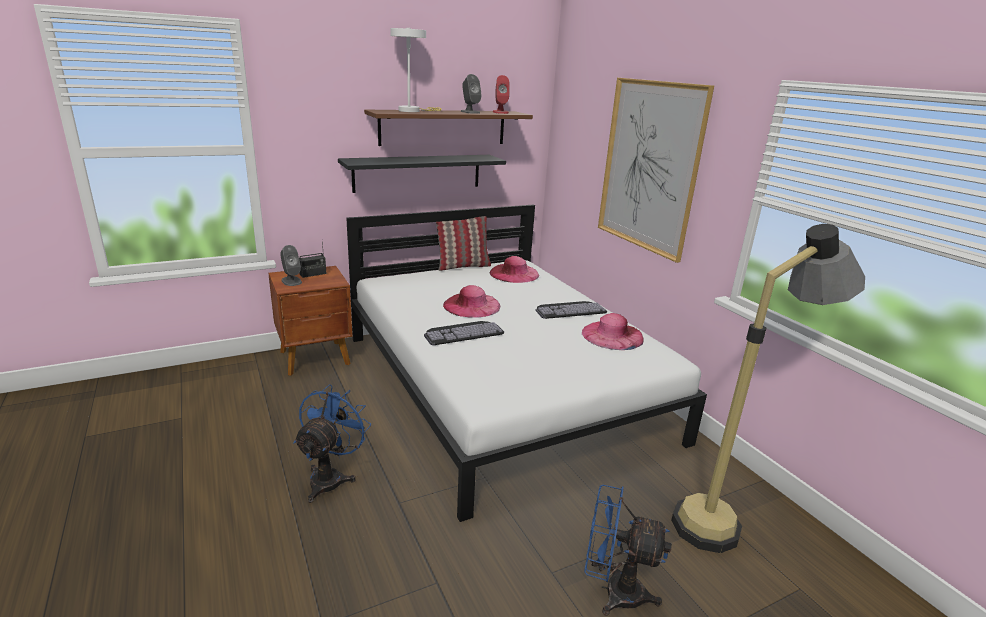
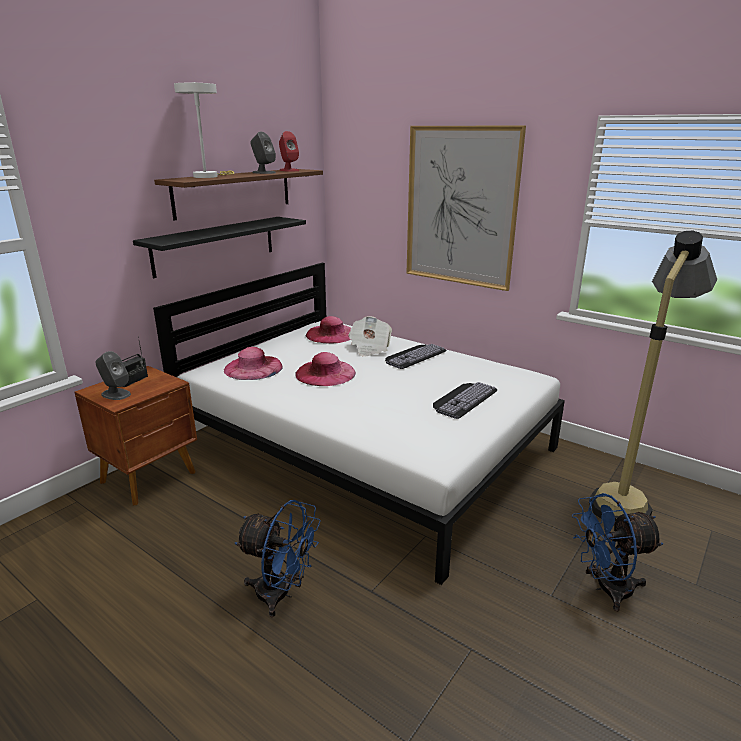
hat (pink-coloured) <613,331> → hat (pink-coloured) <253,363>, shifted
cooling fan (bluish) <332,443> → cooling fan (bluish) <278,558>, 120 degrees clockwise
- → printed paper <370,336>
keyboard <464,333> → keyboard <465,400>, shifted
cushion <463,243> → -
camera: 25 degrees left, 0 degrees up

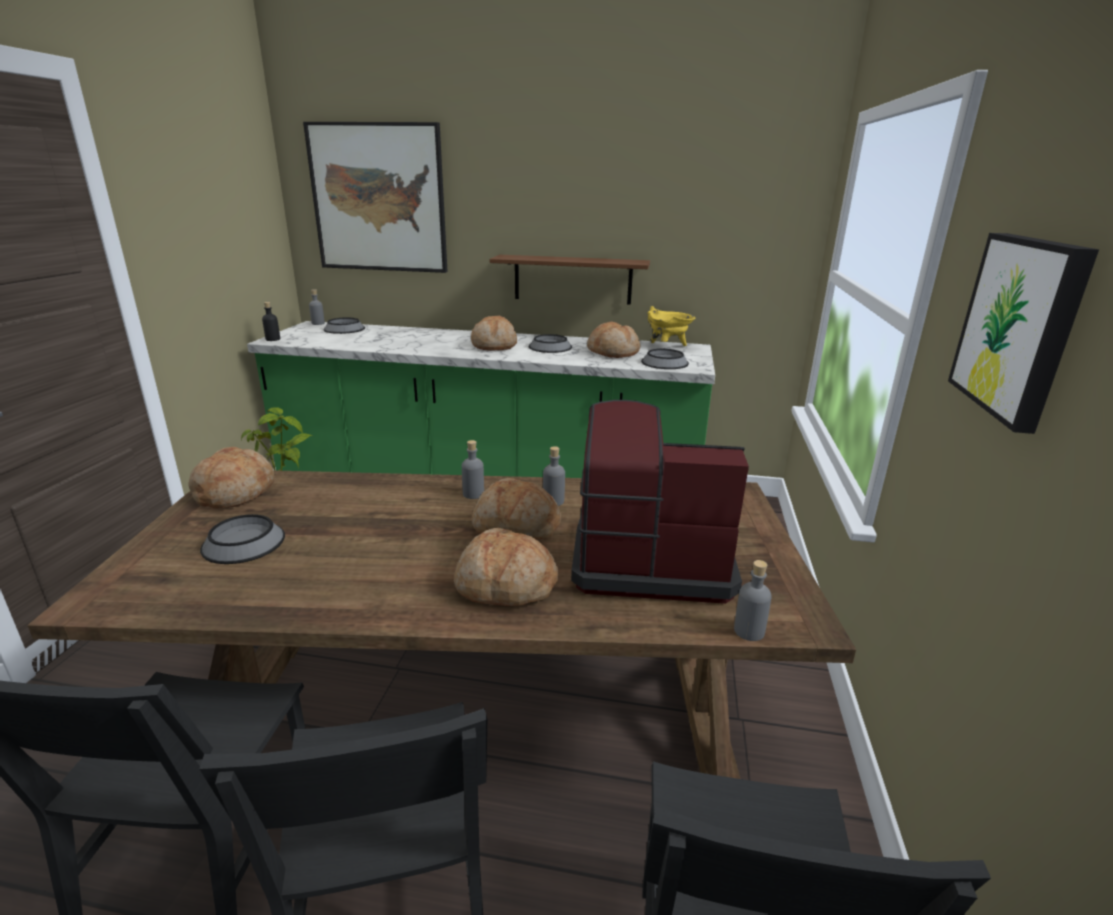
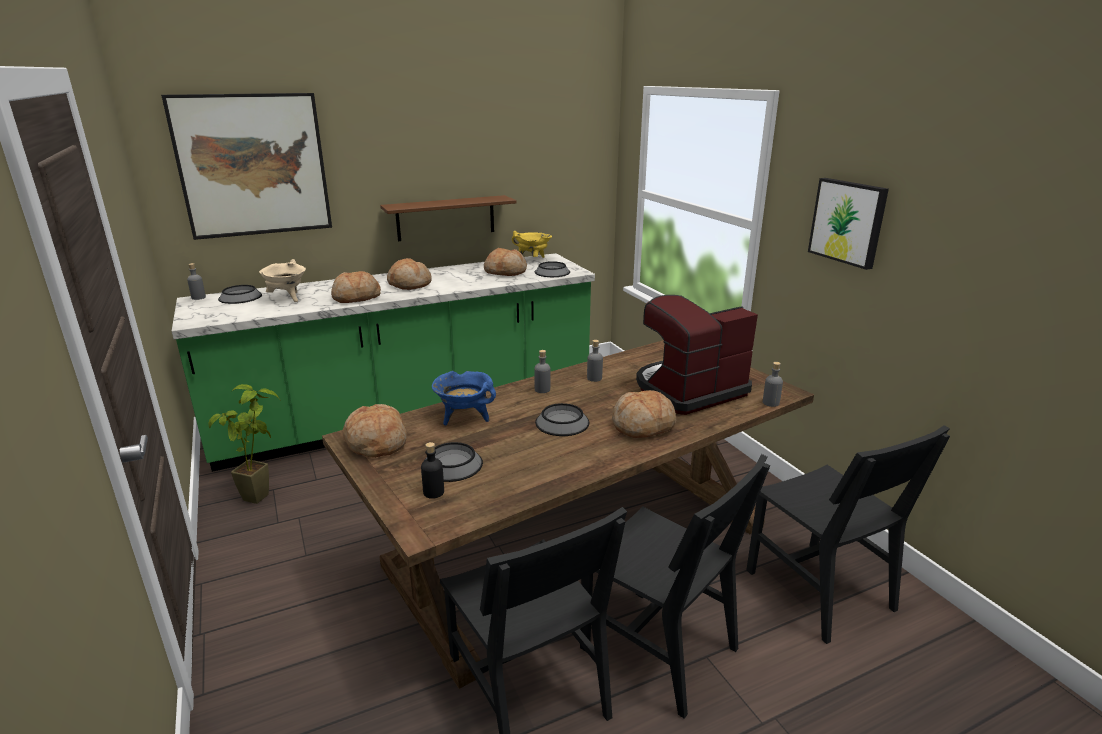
- → cooking pot (beige-coloured) <282,280>
baked bread <516,508> → baked bread <356,287>, shifted
drink bottle (black) <271,321> → drink bottle (black) <432,470>, shifted
- → cooking pot (bluish) <464,398>
serving bowl <550,343> → serving bowl <562,419>, shifted
camera: 35 degrees left, 0 degrees up

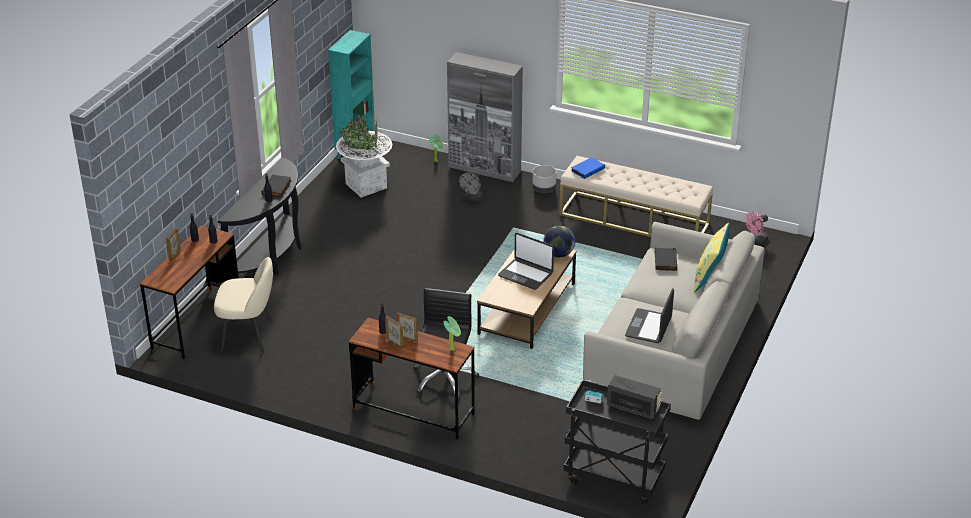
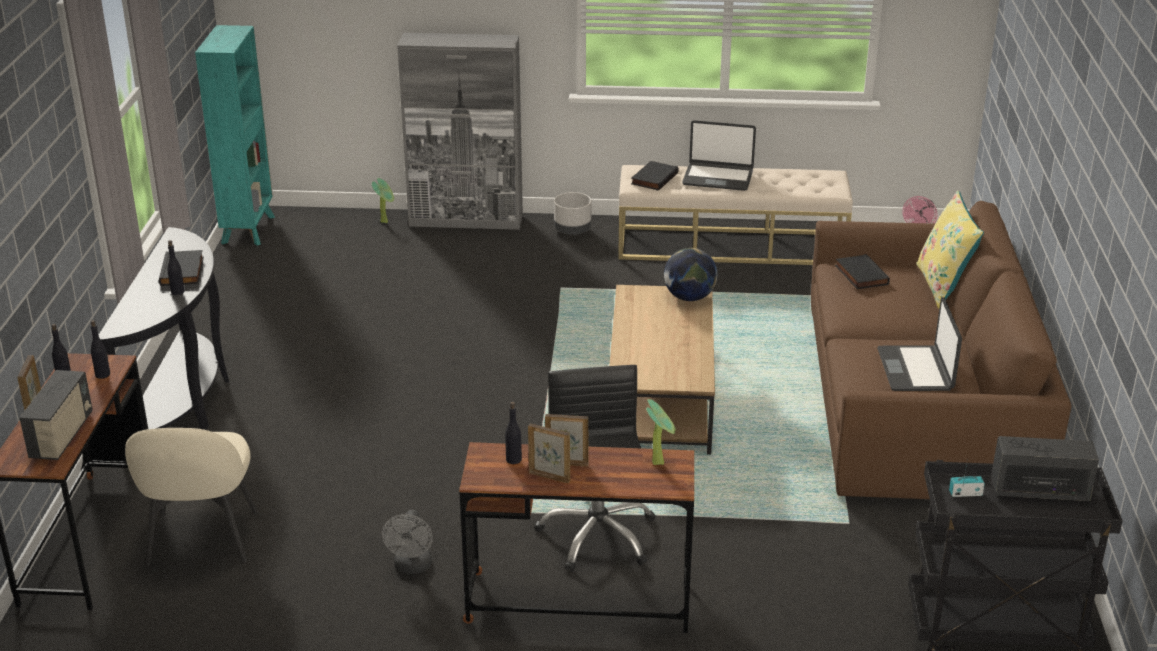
- → radio receiver <55,415>
upright chair (beige-coloured) <243,305> → upright chair (beige-coloured) <191,497>, 105 degrees clockwise
cooling fan (grey) <470,187> → cooling fan (grey) <407,542>, shifted
volume (bluish) <588,168> → volume (black) <655,176>
notebook computer <526,261> → notebook computer <719,155>, shifted
couch (grey) <674,321> → couch (brown-coloured) <941,350>
planter (white-coloured) <364,156> → -
camera: 20 degrees left, 5 degrees down

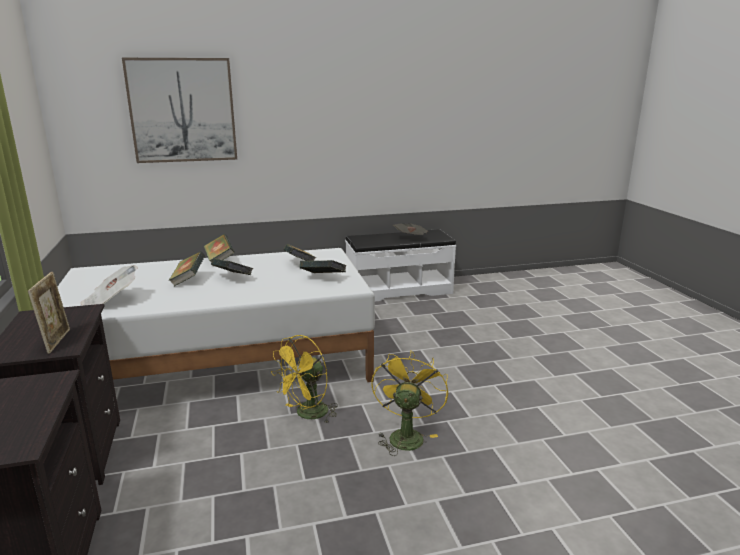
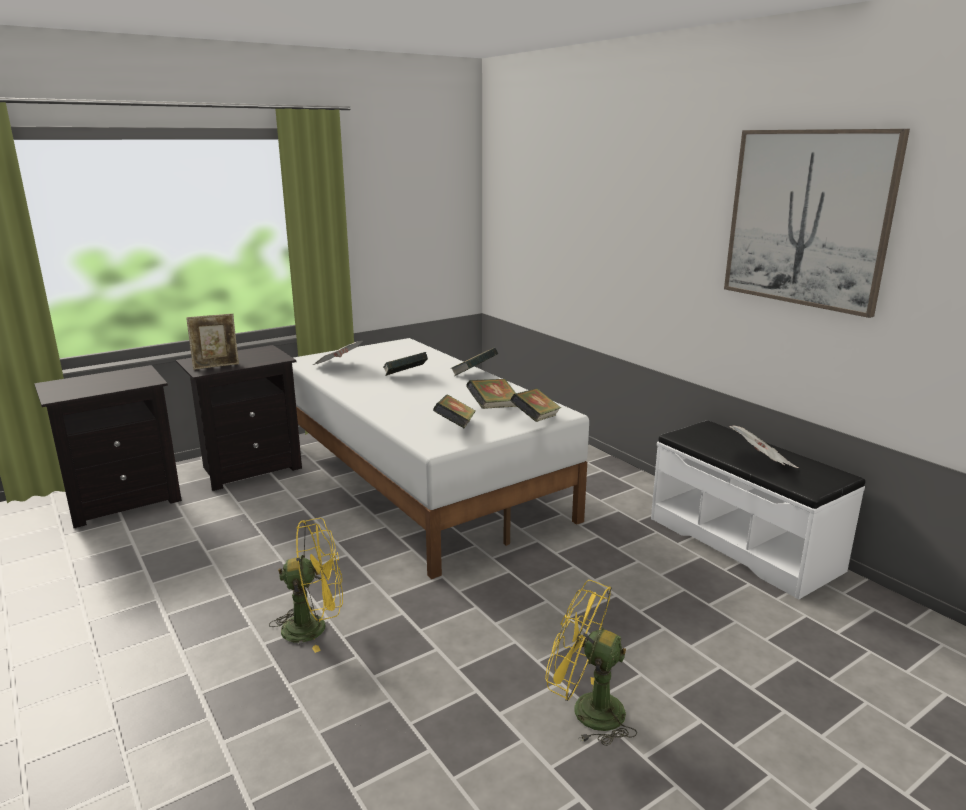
volume <232,266> → volume <535,405>, shifted
cooling fan (yellow) <304,379> → cooling fan (yellow) <591,663>, shifted
picture <179,110> → picture <817,223>, shifted
camera: 70 degrees right, 0 degrees up

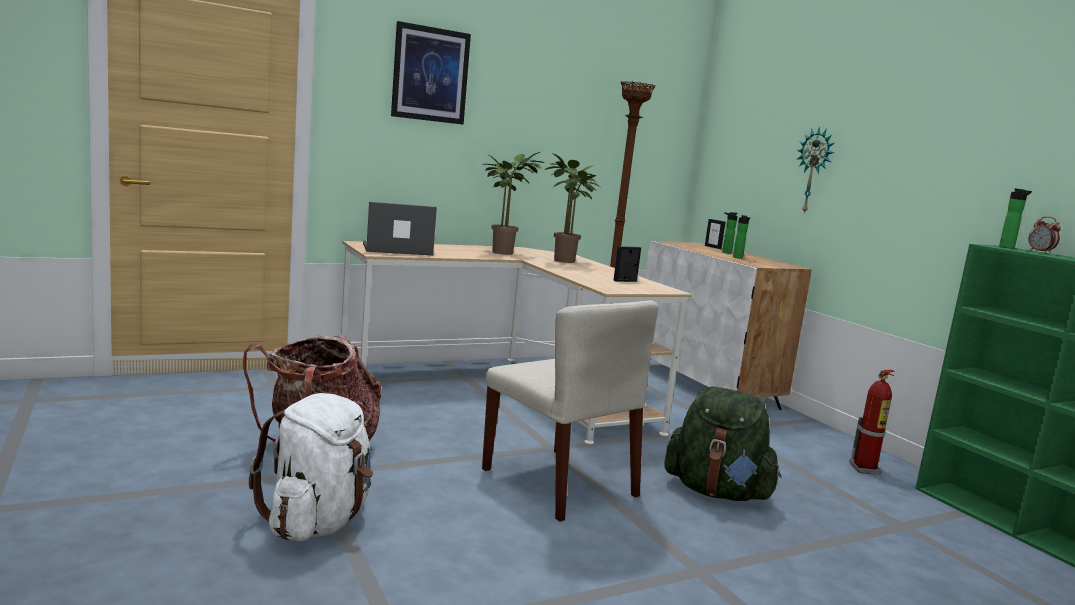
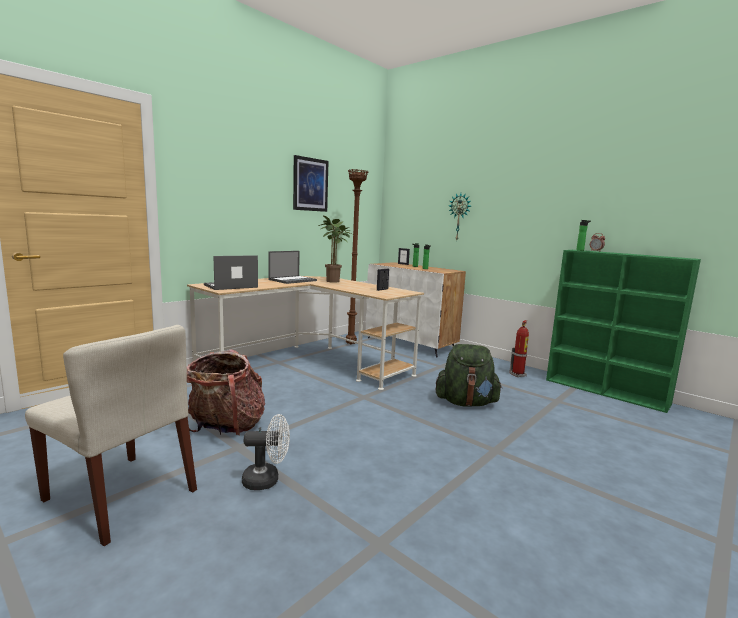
upright chair (beige-coloured) <570,411> → upright chair (beige-coloured) <111,435>, shifted
knapsack (white-coloured) <311,467> → cooling fan (white-coloured) <266,452>
plant in a pot <513,203> → notebook computer <292,267>
picture <431,73> → picture <310,183>, shifted
camera: 20 degrees left, 0 degrees up

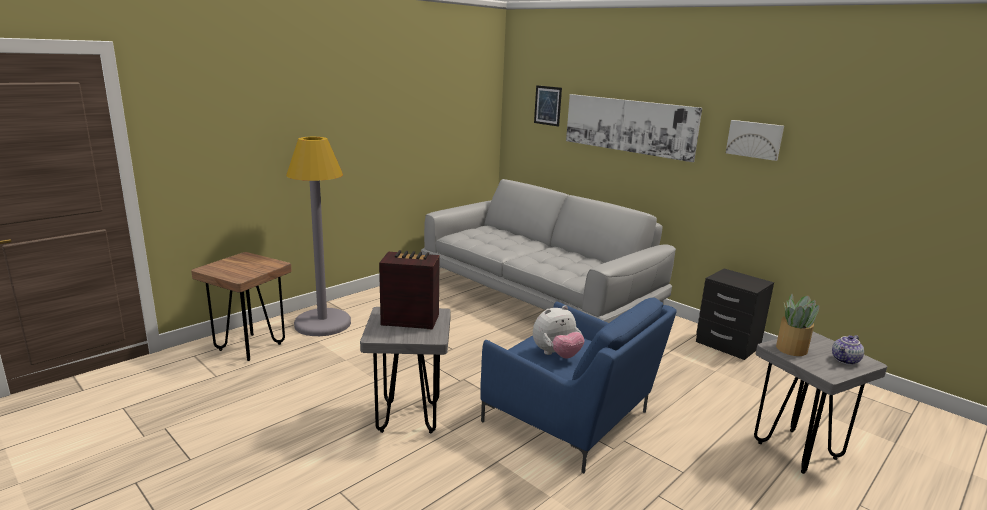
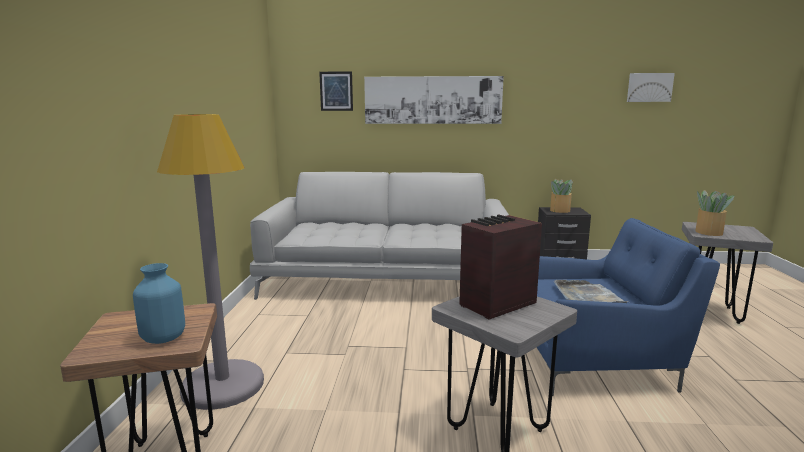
- → decorative vase (bluish) <159,303>
- → plant in a pot <561,196>
cuddly toy <558,332> → tray (grey) <590,291>
picture <755,140> → picture <651,87>, shifted
pot for tea <848,350> → -
camera: 40 degrees left, 5 degrees down

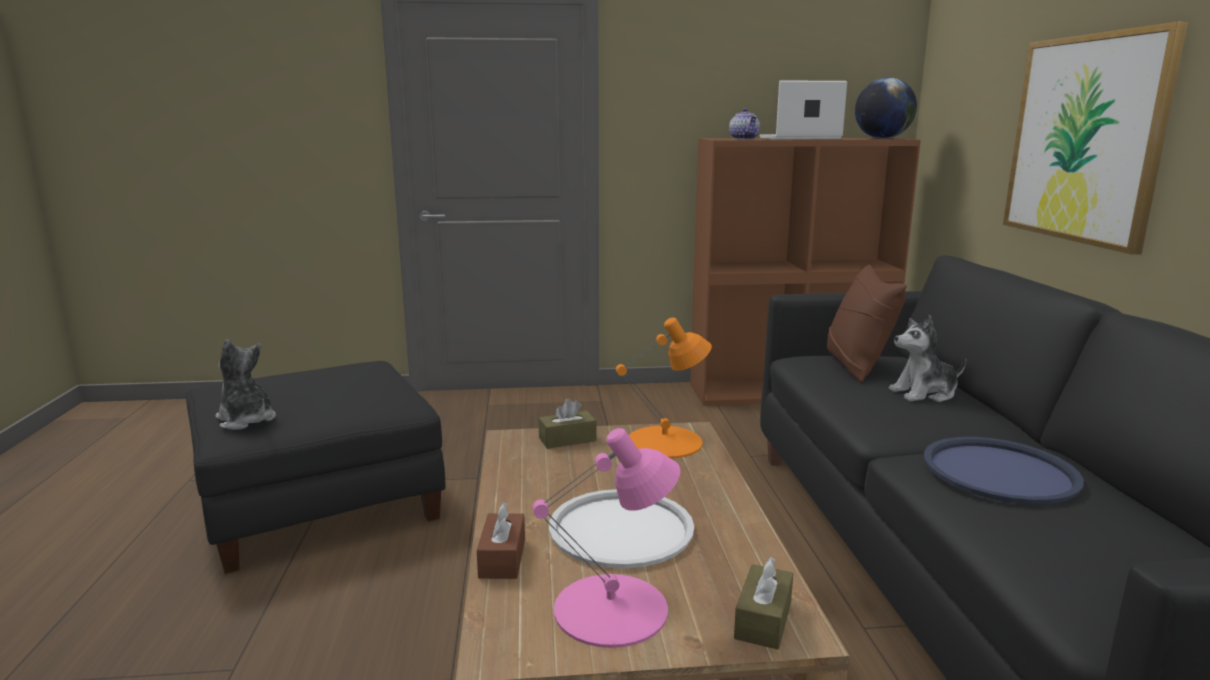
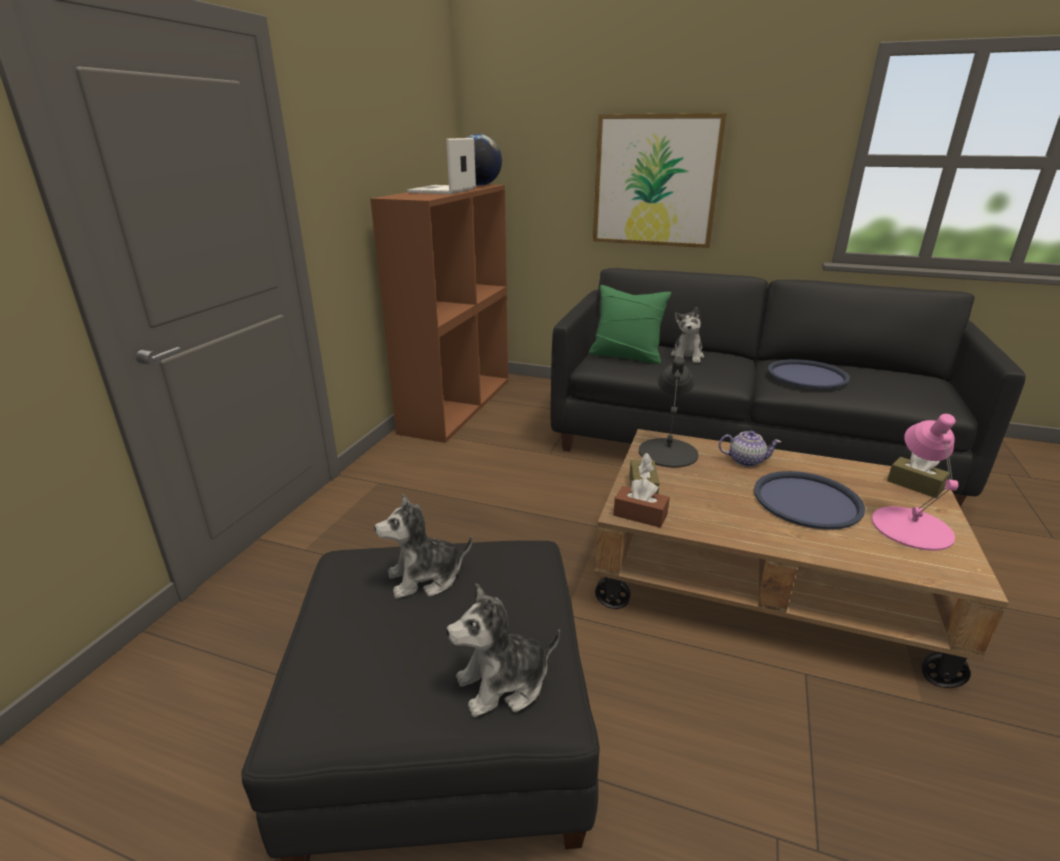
- → cuddly toy <423,546>
cushion (brown-coloured) <867,323> → cushion (green-coloured) <630,324>
tissue box (brown-coloured) <501,540> → tissue box (brown-coloured) <642,503>, shifted
lamp for a table (orangey) <664,387> → lamp for a table (black) <669,412>
pot for tea <744,123> → pot for tea <749,448>, shifted
tray (white-coloured) <621,528> → tray (bluish) <809,500>
camera: 65 degrees left, 10 degrees up

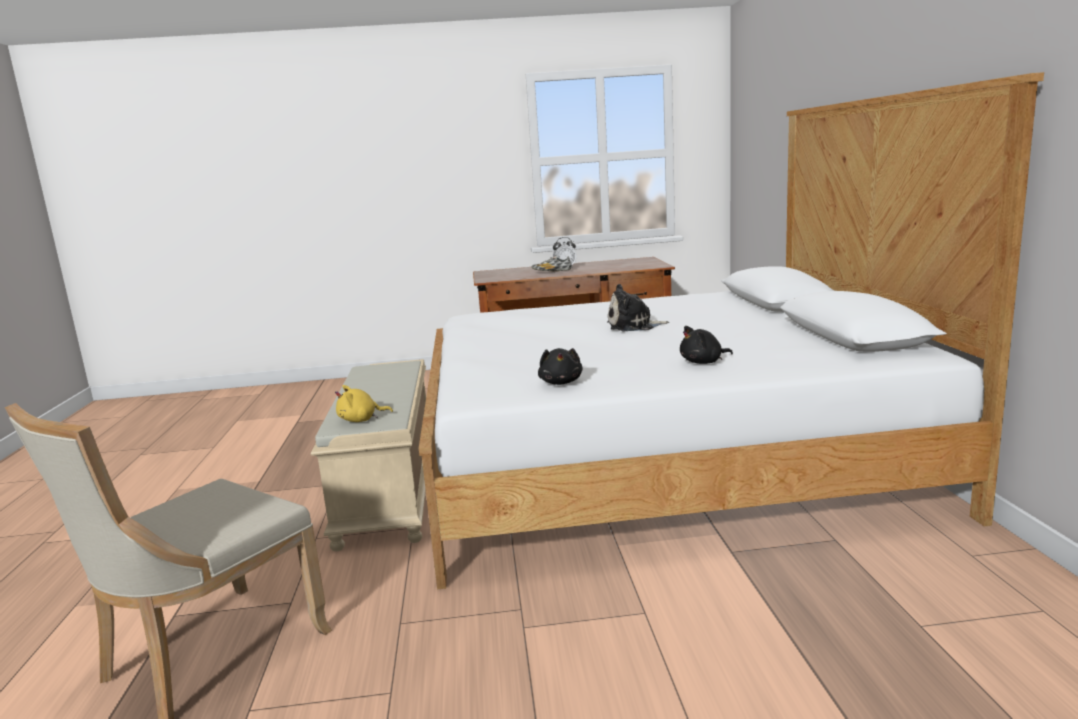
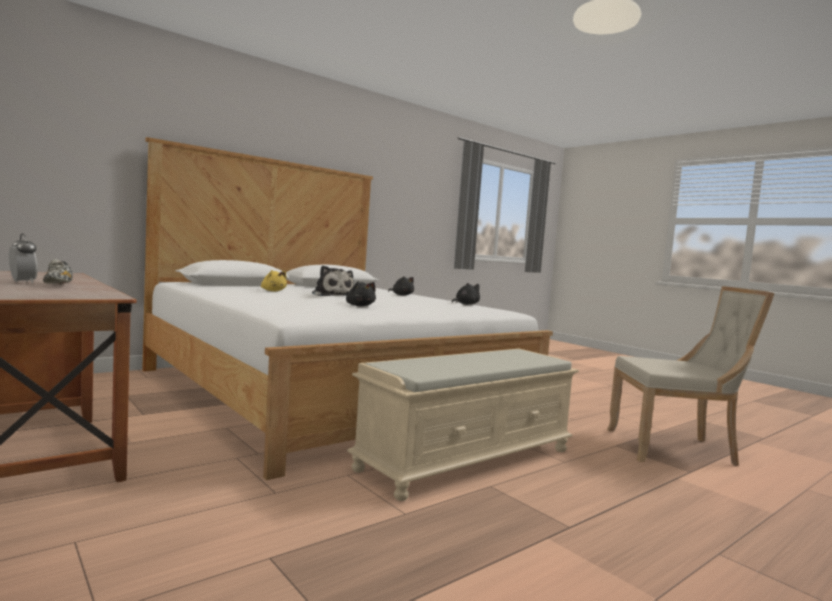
cuddly toy (yellow) <364,403> → cuddly toy (yellow) <274,281>, shifted
- → cuddly toy (black) <361,294>
camera: 125 degrees left, 10 degrees down

